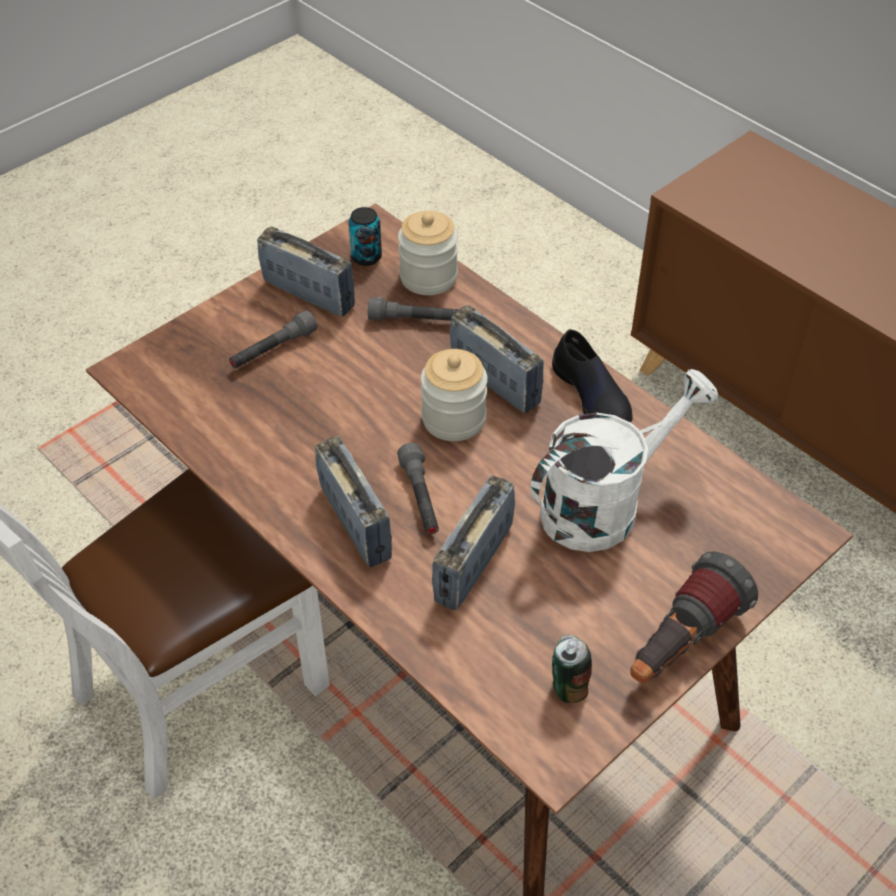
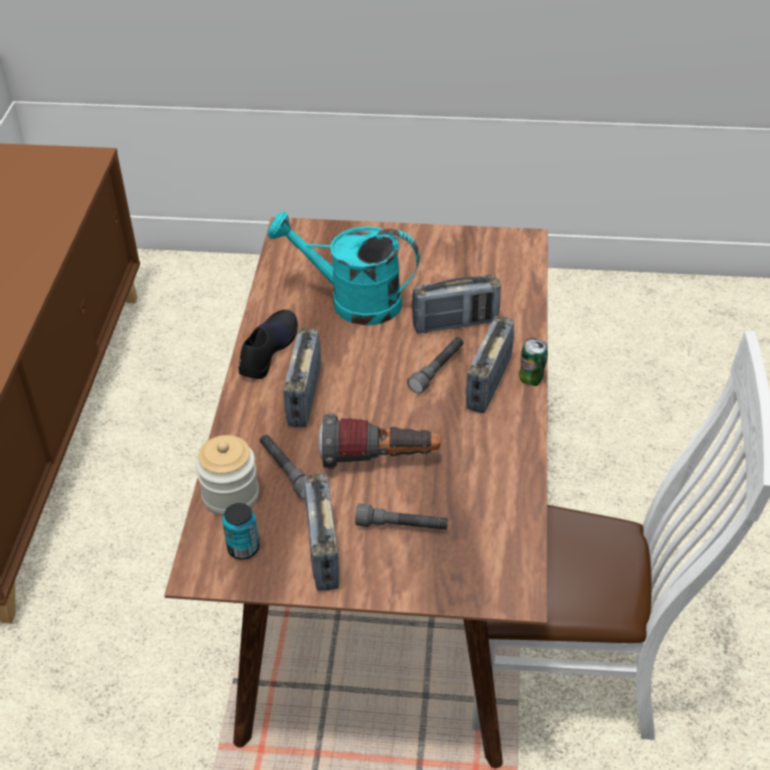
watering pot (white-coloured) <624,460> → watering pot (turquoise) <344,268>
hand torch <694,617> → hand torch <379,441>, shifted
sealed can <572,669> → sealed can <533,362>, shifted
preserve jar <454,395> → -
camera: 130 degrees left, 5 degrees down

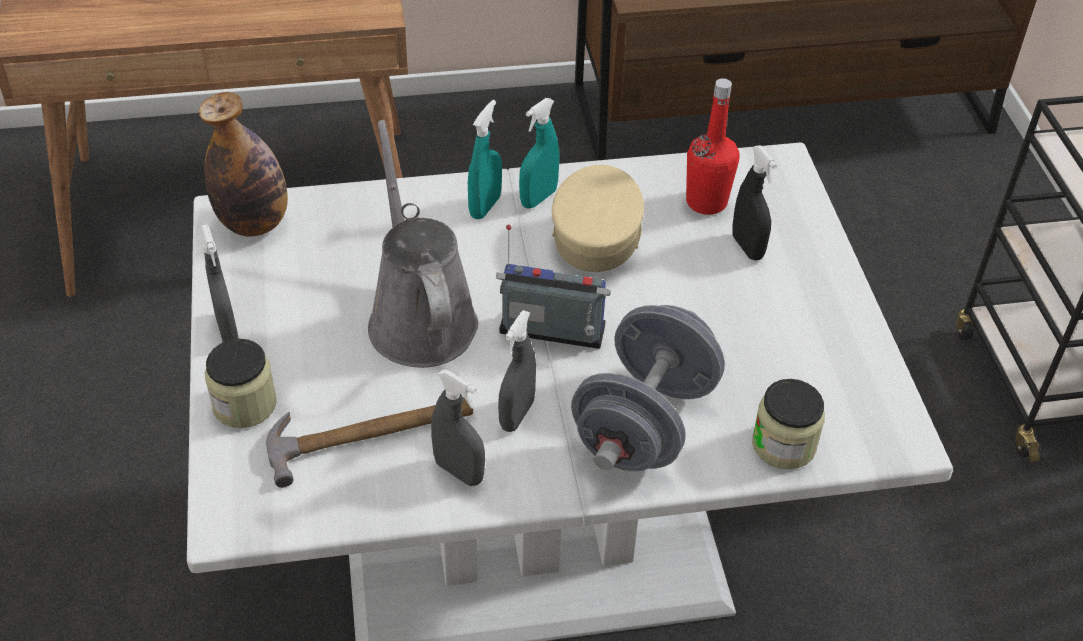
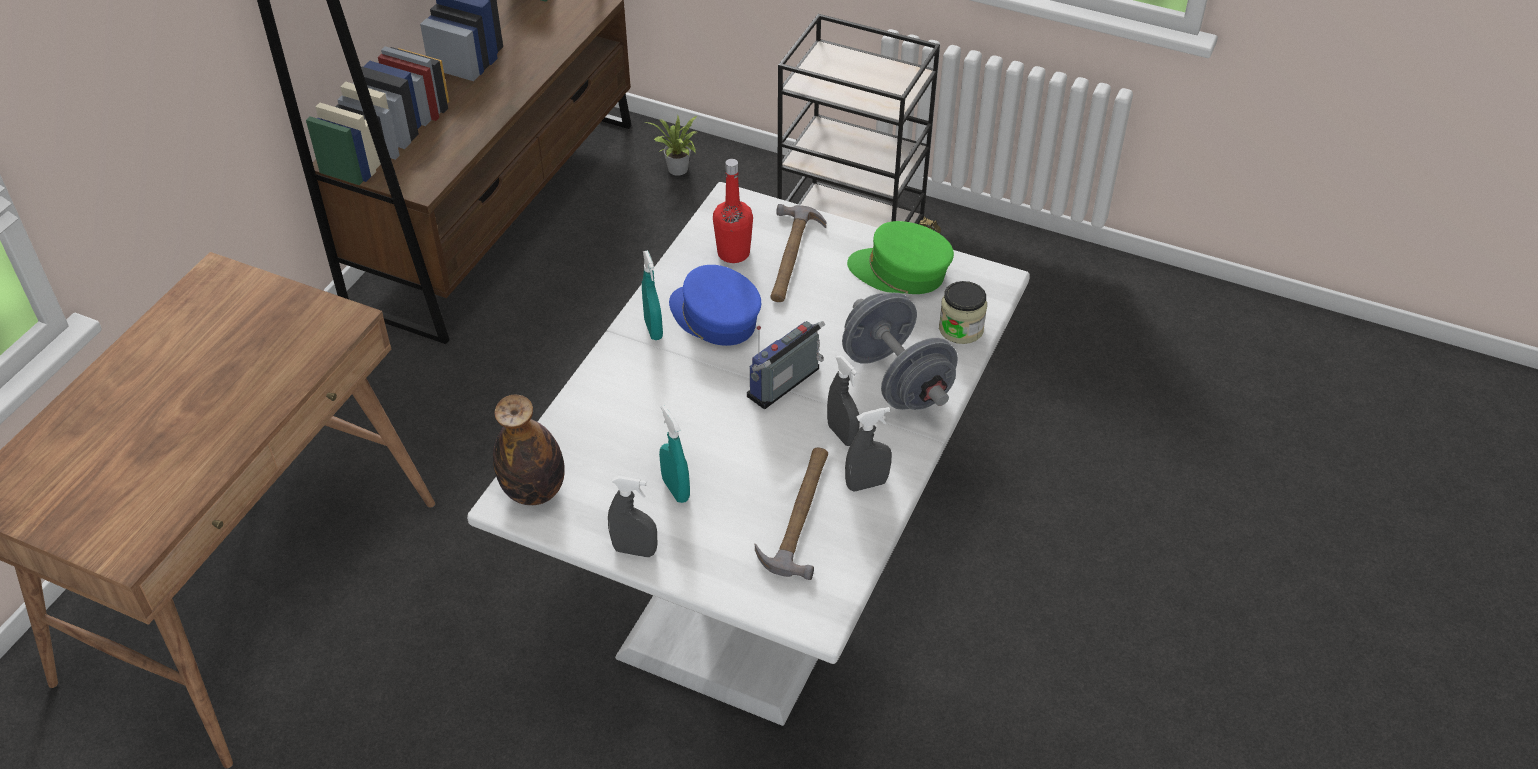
- → plant in a pot <671,145>
sprayer (turquoise) <485,159> → sprayer (turquoise) <674,454>, shifted
peaked cap (beige-coloured) <598,218> → peaked cap (bluish) <715,305>
sprayer (black) <754,202> → tool hammer <798,253>
- → peaked cap (green-coloured) <900,257>
preserve jar <241,383> → -
watering pot (grey) <423,244> → -
camera: 55 degrees left, 0 degrees up

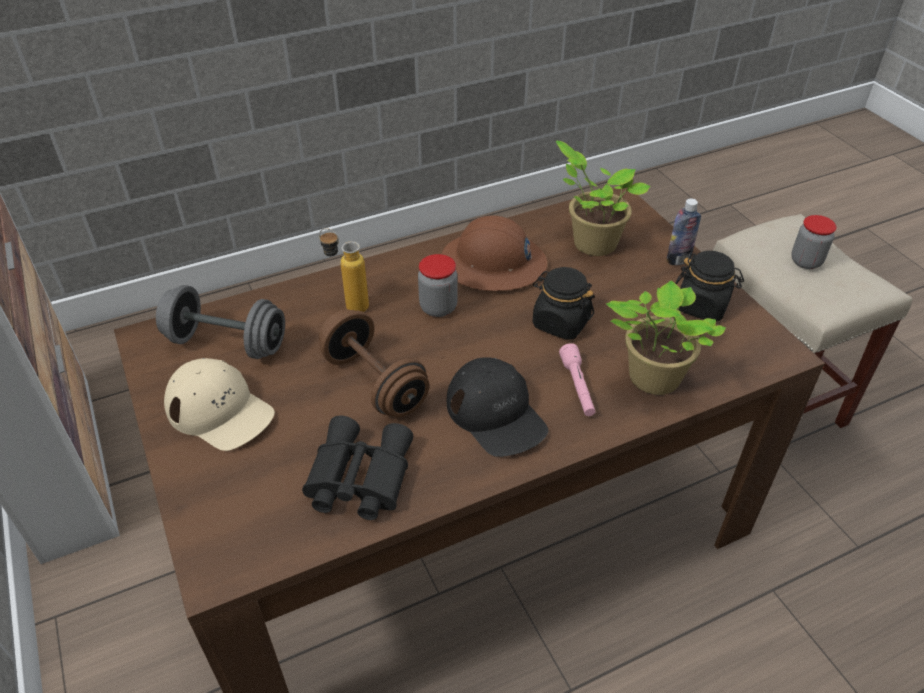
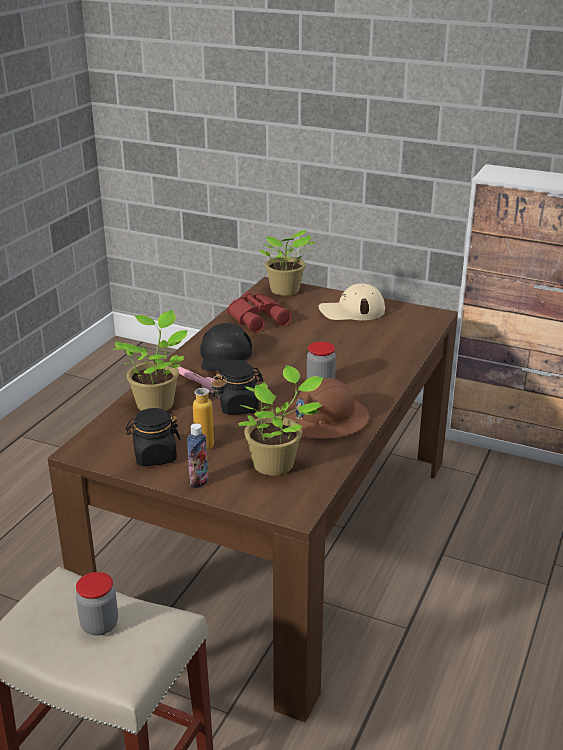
drink bottle <344,270> → drink bottle <210,412>, shifted
peaked cap (black) <498,407> → peaked cap (black) <226,347>, 105 degrees counterclockwise
binoculars (black) <357,468> → binoculars (red) <259,312>
- → plant in a pot <287,263>
hand weight (grey) <220,322> → -
hand weight (brown-coloured) <374,363> → -
camera: 140 degrees right, 15 degrees down

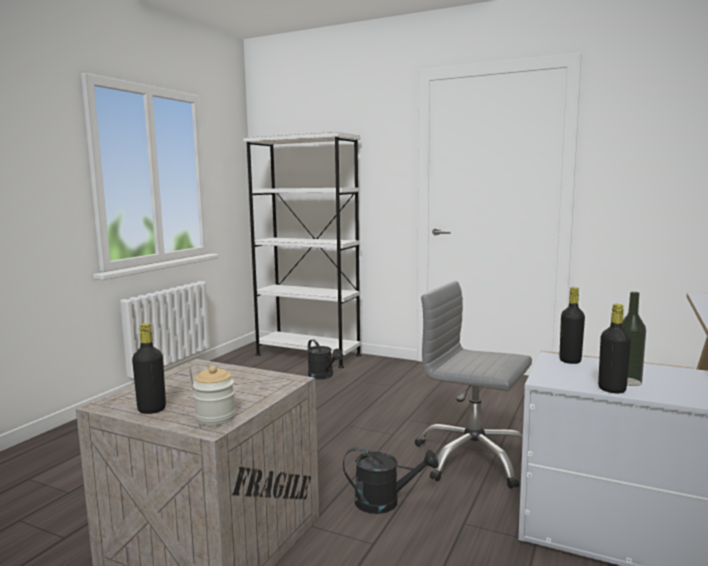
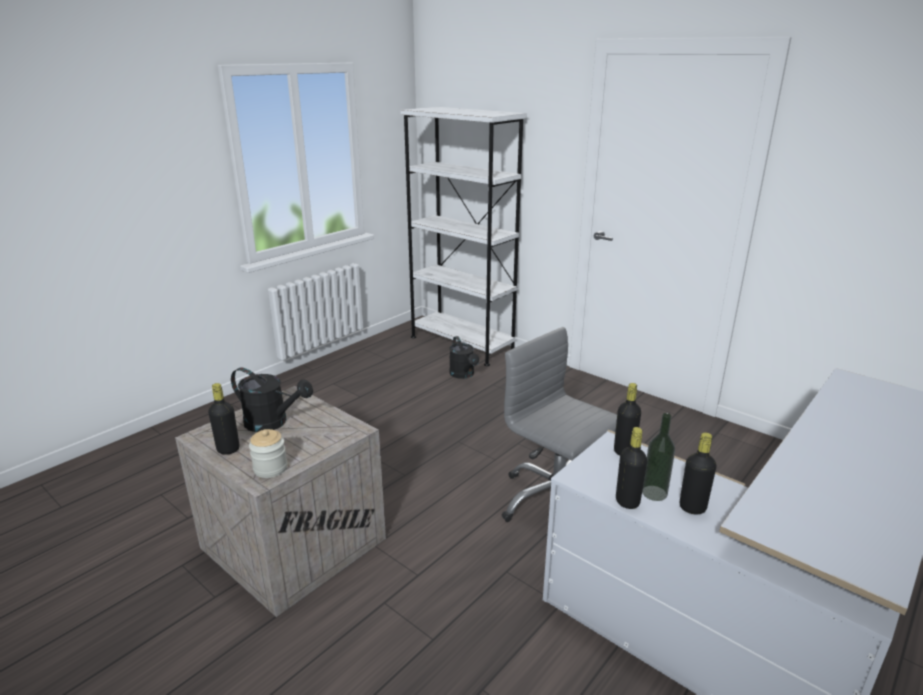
watering pot (black) <391,480> → watering pot (black) <272,400>, shifted
- → drink bottle (black) <698,473>
camera: 15 degrees right, 15 degrees up

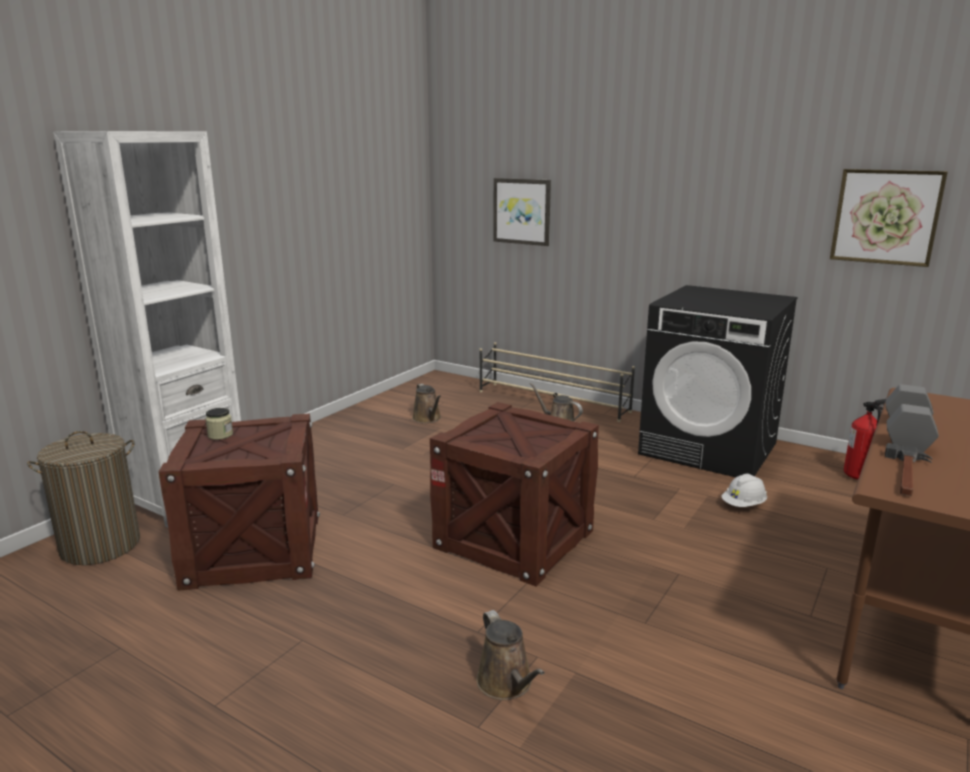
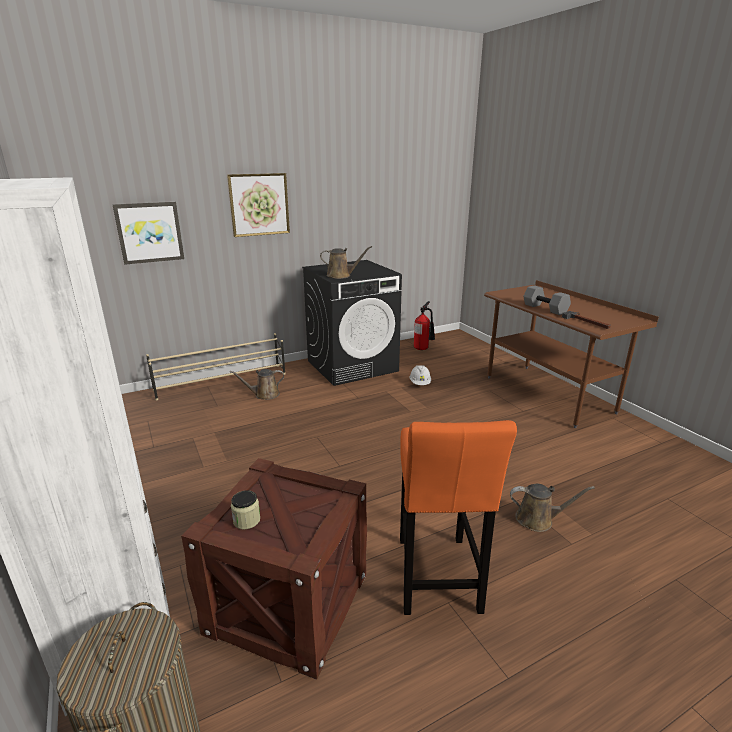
picture <889,218> → picture <258,205>, shifted
watering pot (brown-coloured) <426,403> → watering pot (brown-coloured) <346,262>, shifted
- → stool seat (orangey) <458,517>
packing crate <514,494> → -
camera: 60 degrees left, 5 degrees up

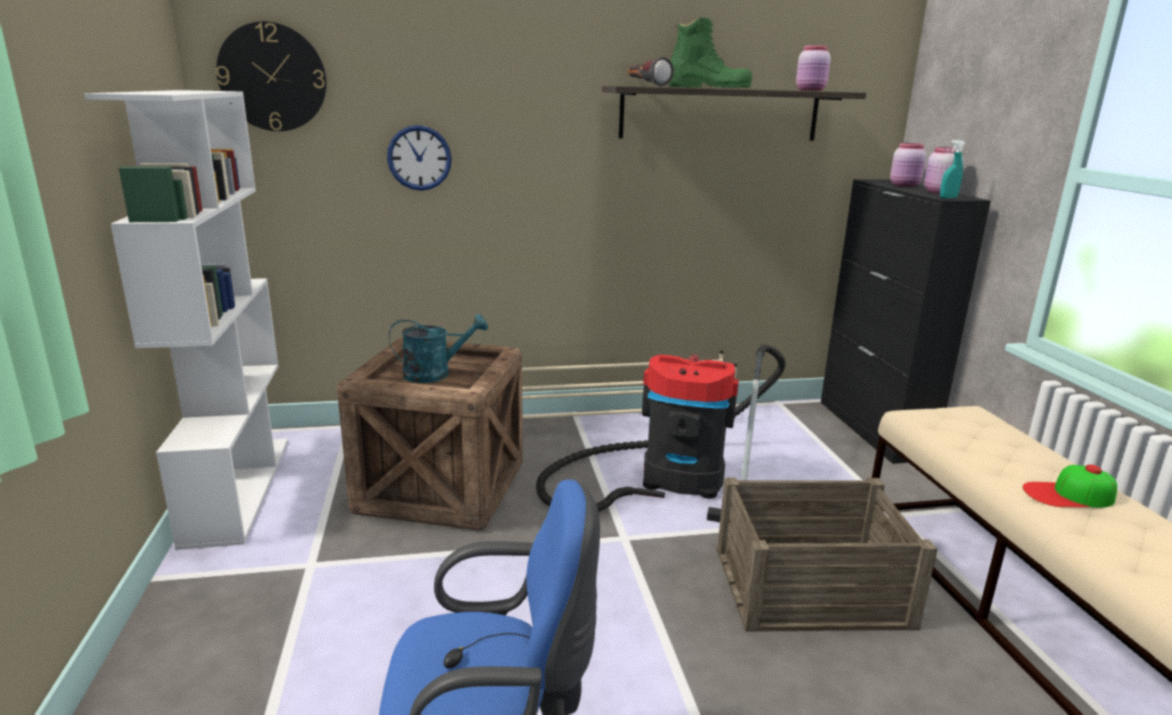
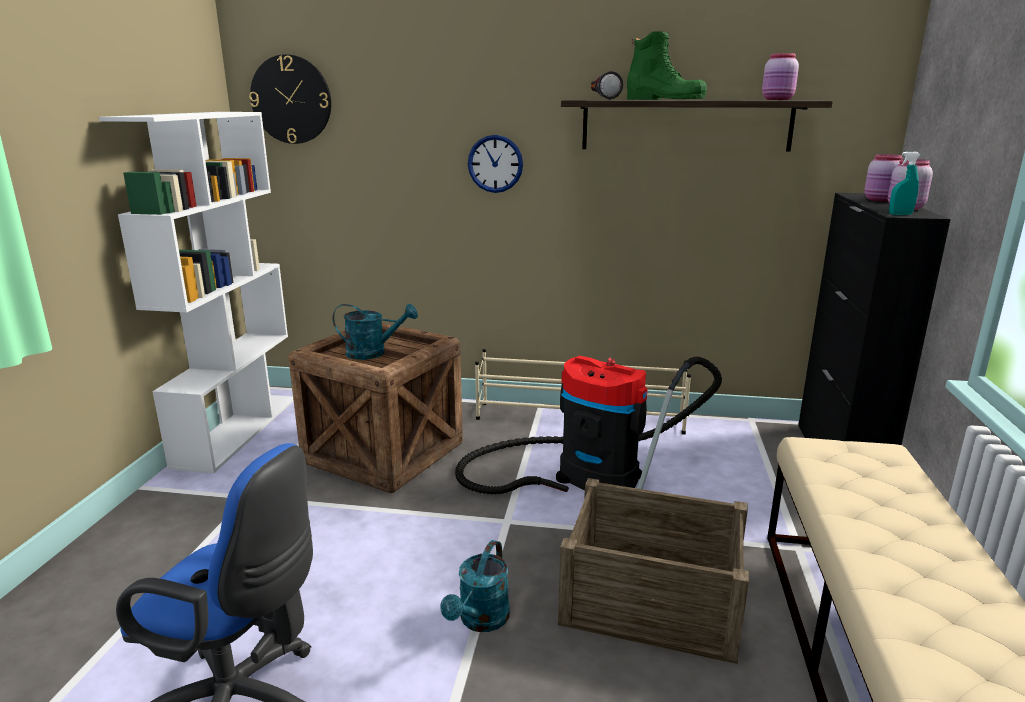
- → watering pot (turquoise) <475,586>
wall clock <419,158> → wall clock <495,164>, shifted
peaked cap <1070,486> → -
camera: 20 degrees right, 0 degrees up

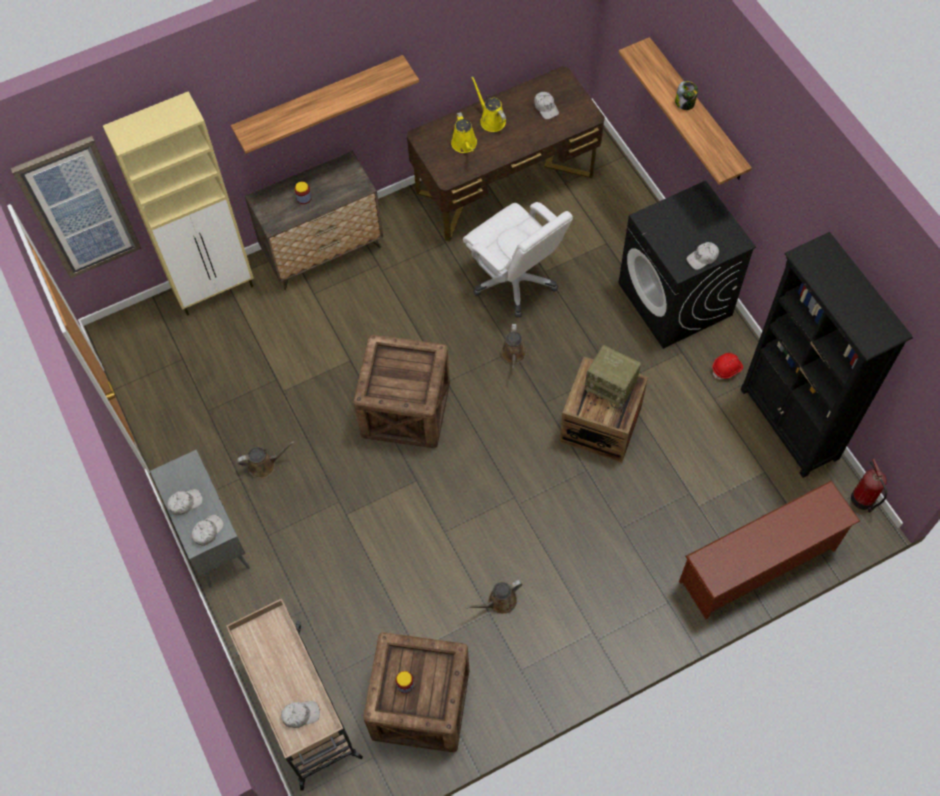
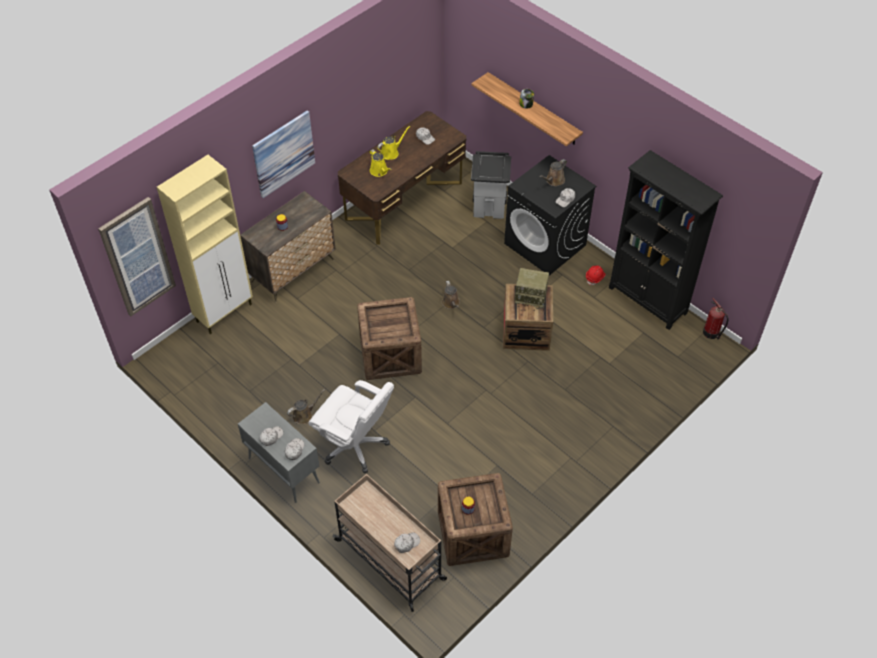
wall shelf <325,104> → picture <283,154>
computer chair (white-coloured) <518,260> → computer chair (white-coloured) <351,426>, shifted
watering pot (yellow) <488,104> → watering pot (yellow) <393,143>, 105 degrees clockwise
- → waste bin (grey) <491,185>
watering pot (brown-coloured) <493,597> → watering pot (brown-coloured) <553,172>, shifted
shoe stand (brown-coloured) <769,550> → -
camera: 20 degrees left, 10 degrees down

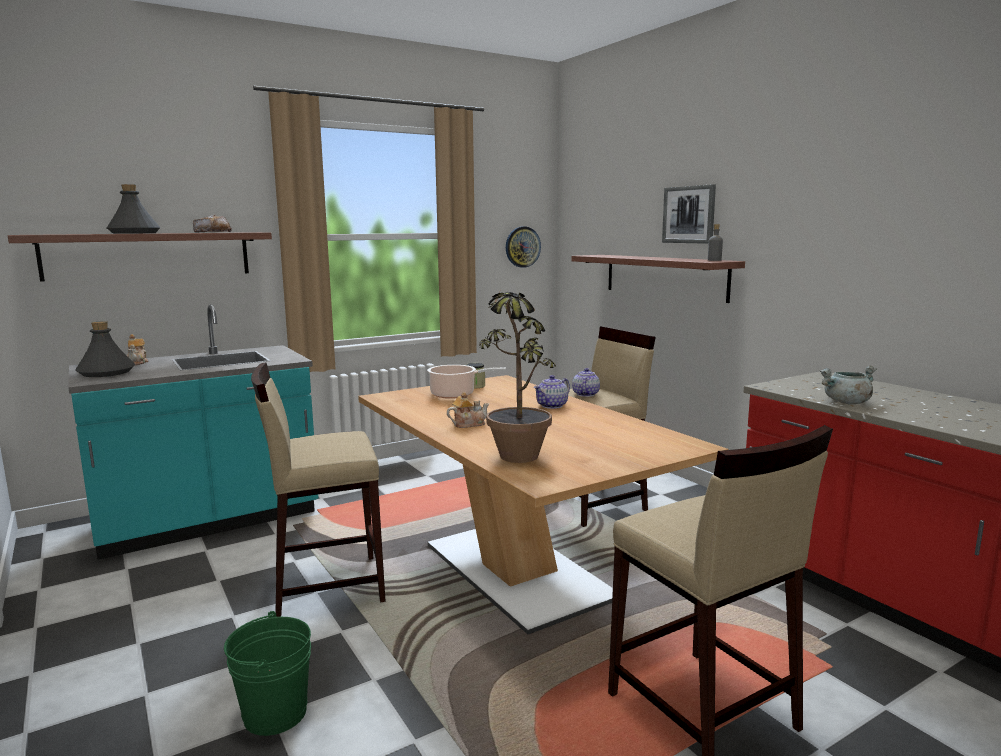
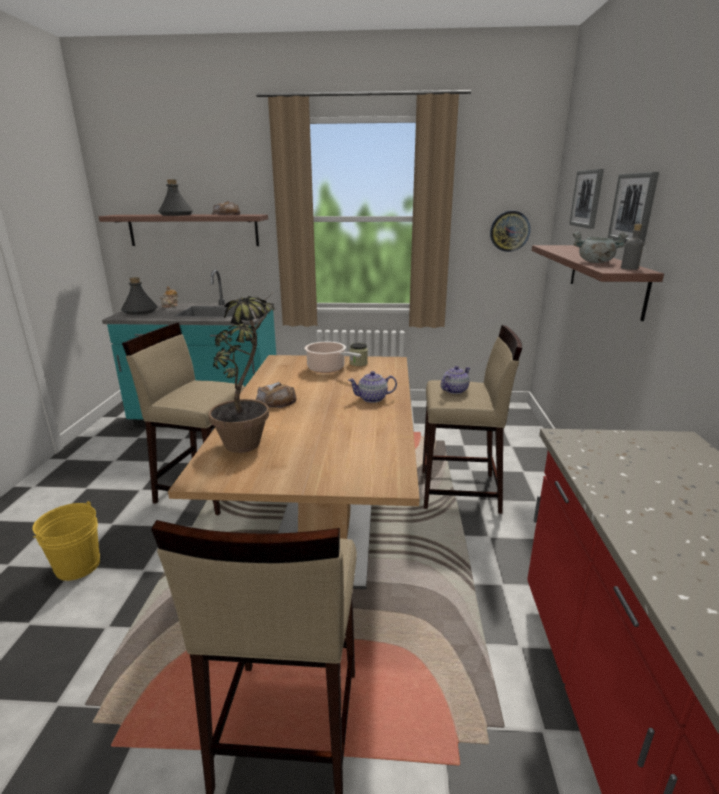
water bucket (green-coloured) <267,673> → water bucket (yellow) <66,541>
pot for tea <468,410> → baked bread <276,395>
- → picture <586,199>
cooking pot (grey) <848,384> → cooking pot (grey) <600,247>, shifted
camera: 35 degrees right, 10 degrees up

